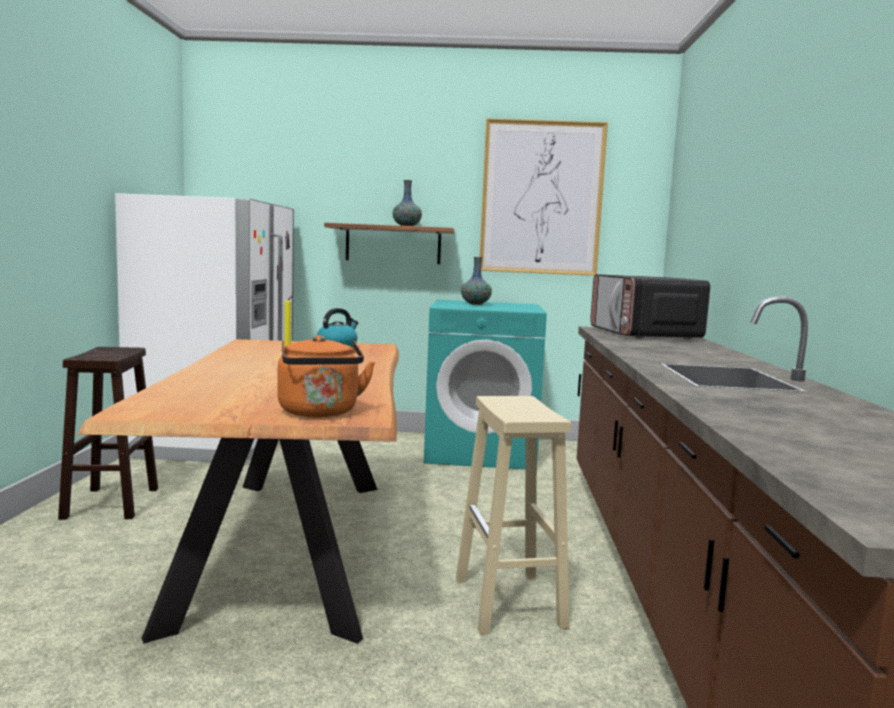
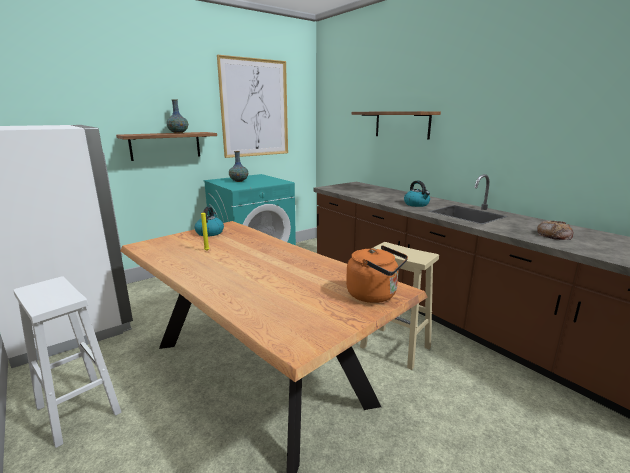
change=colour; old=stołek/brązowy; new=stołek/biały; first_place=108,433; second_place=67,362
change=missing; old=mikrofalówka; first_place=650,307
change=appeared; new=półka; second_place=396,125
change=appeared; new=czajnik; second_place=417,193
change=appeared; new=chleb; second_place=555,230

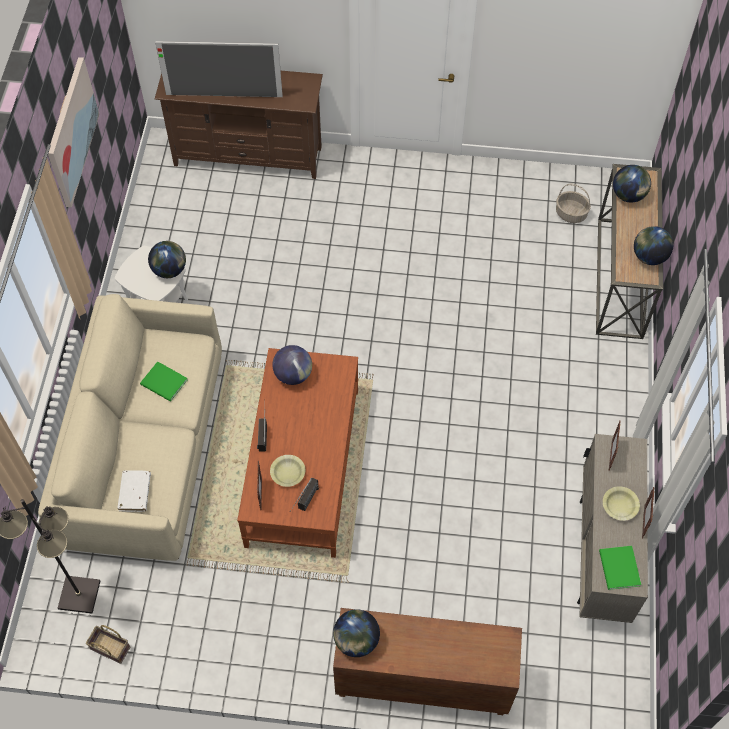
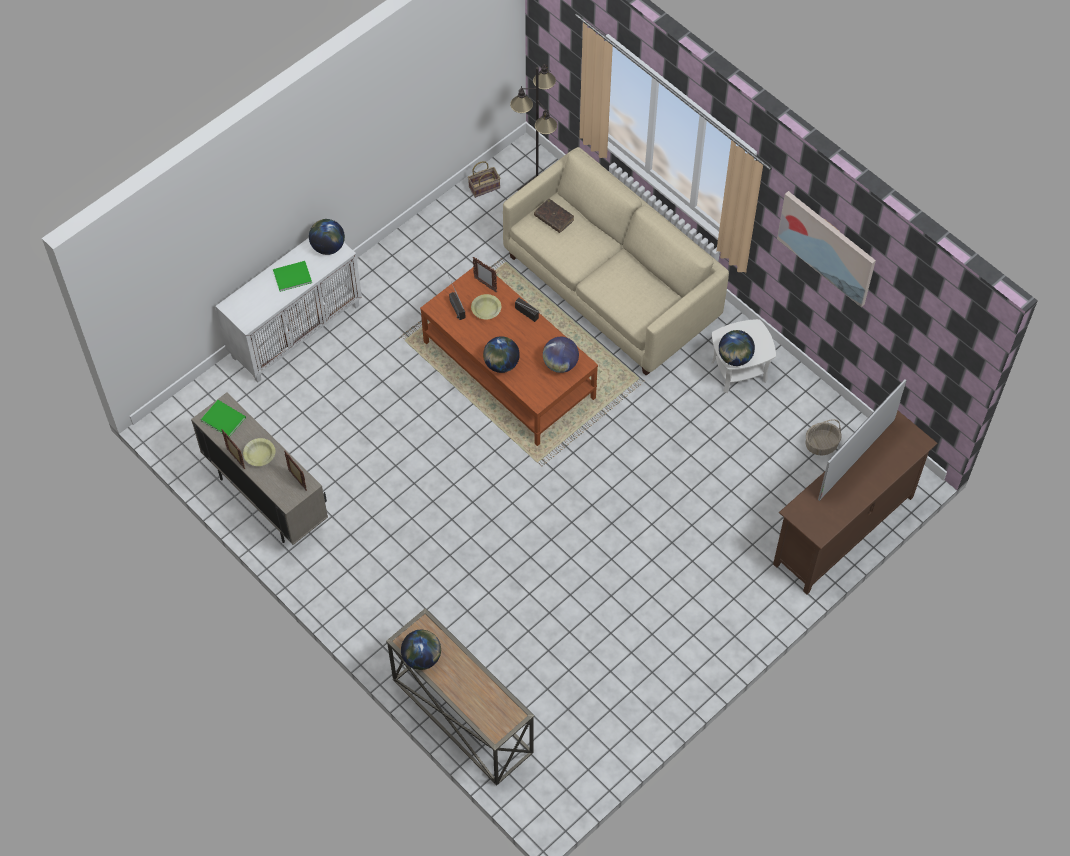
change=colour; old=książka/biały; new=książka/brązowy; first_place=134,491; second_place=554,216
change=relocated; old=książka/zielony; first_place=163,381; second_place=292,276
change=colour; old=szafka/brązowy; new=szafka/biały; first_place=427,661; second_place=289,310
change=relocated; old=koszyk; first_place=573,203; second_place=823,437
change=relocated; old=globus; first_place=632,184; second_place=501,354

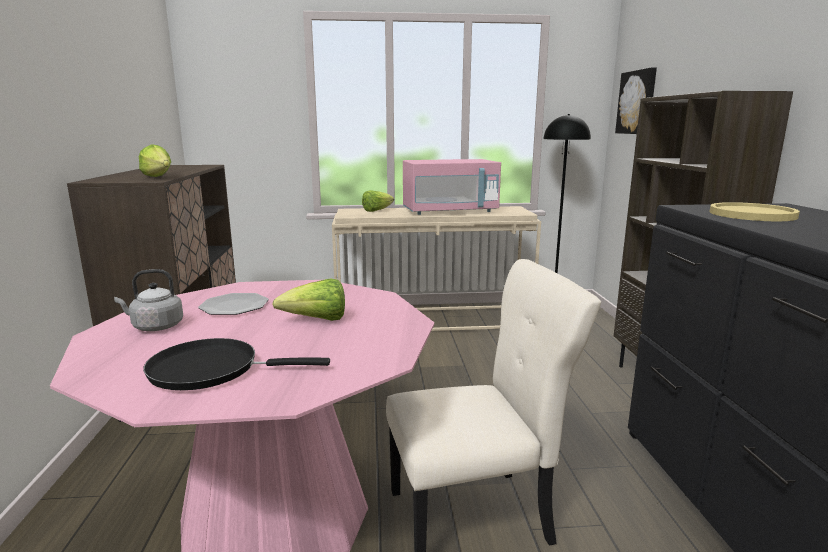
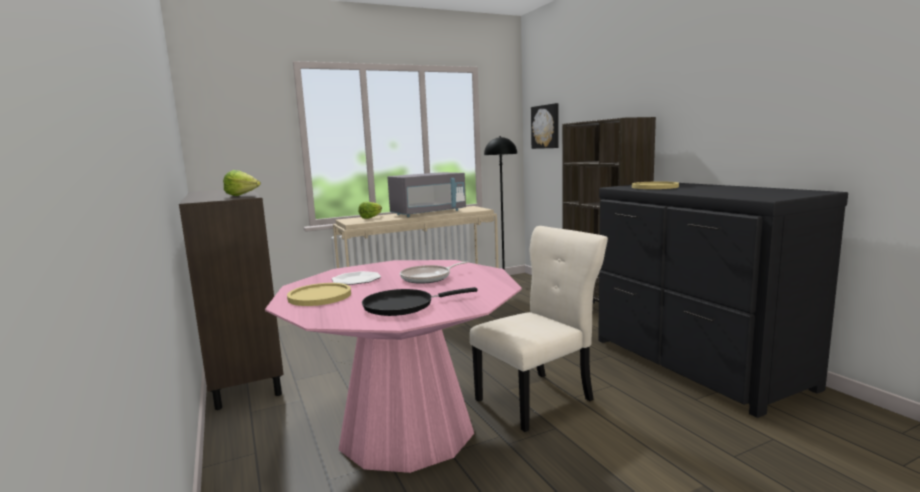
change=exchanged; old=czajnik/szary; new=talerz/żółty; first_place=148,300; second_place=319,294
change=exchanged; old=sałata; new=patelnia; first_place=309,300; second_place=434,272
change=colour; old=mikrofalówka/różowy; new=mikrofalówka/szary; first_place=452,187; second_place=427,194

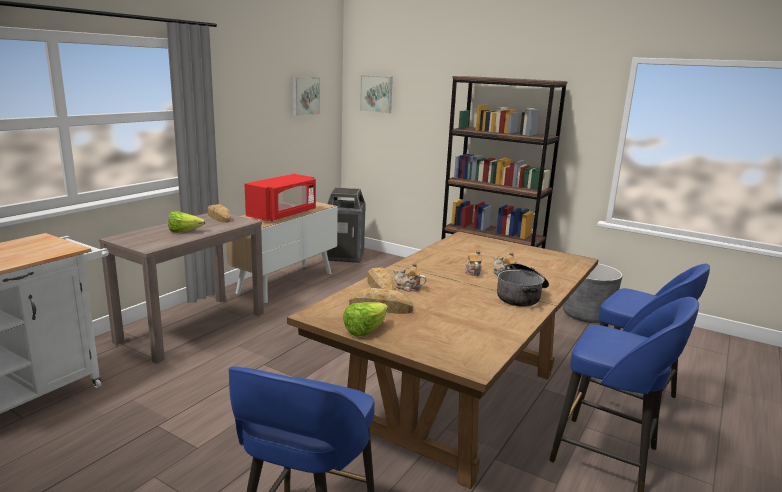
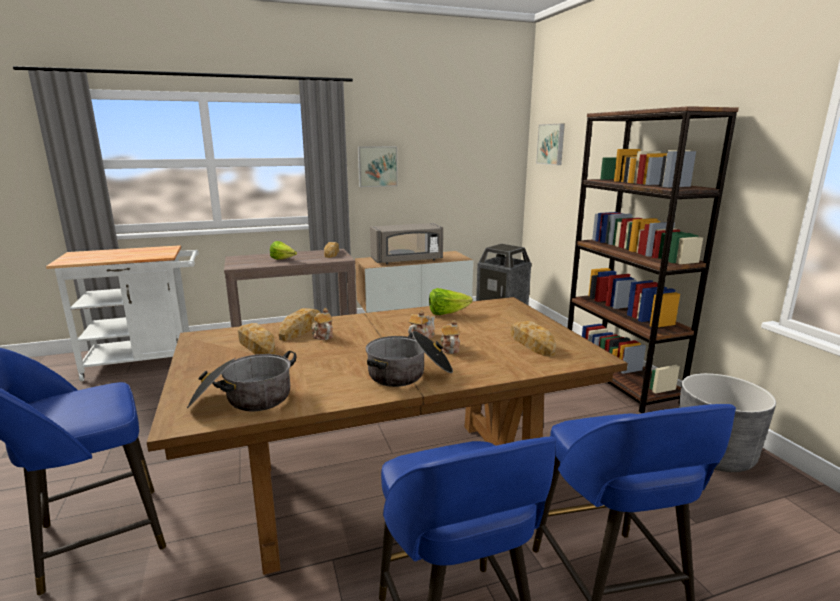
change=colour; old=mikrofalówka/czerwony; new=mikrofalówka/szary; first_place=280,197; second_place=406,243
change=relocated; old=obraz; first_place=306,96; second_place=378,166
change=relocated; old=sałata; first_place=365,319; second_place=451,301
change=appeared; new=garnek; second_place=241,381
change=appeared; new=chleb; second_place=533,339

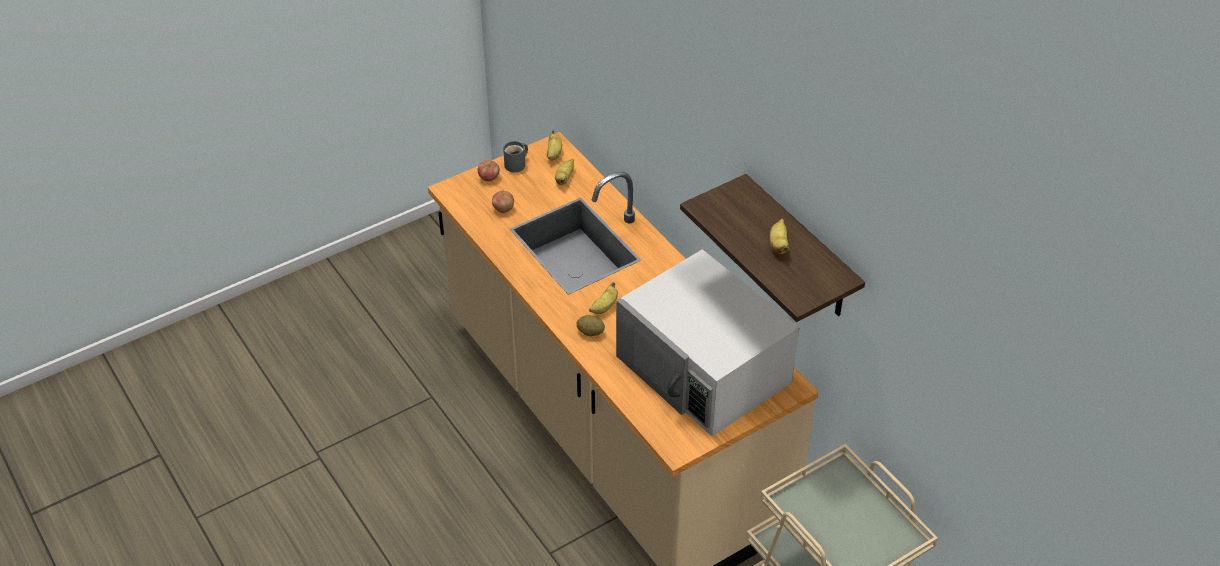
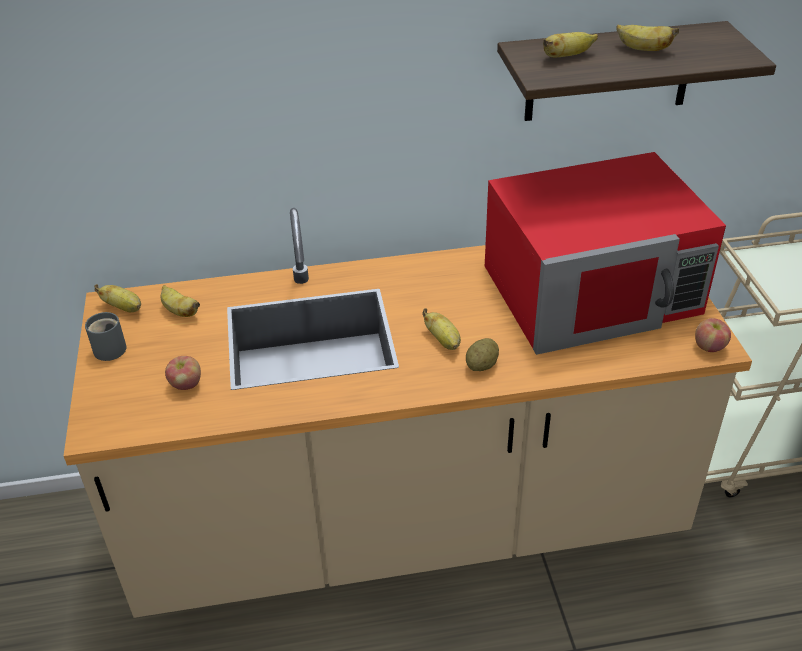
change=relocated; old=jabłko; first_place=489,170; second_place=713,335
change=colour; old=mikrofalówka/biały; new=mikrofalówka/czerwony; first_place=707,343; second_place=605,253
change=appeared; new=banan; second_place=570,44

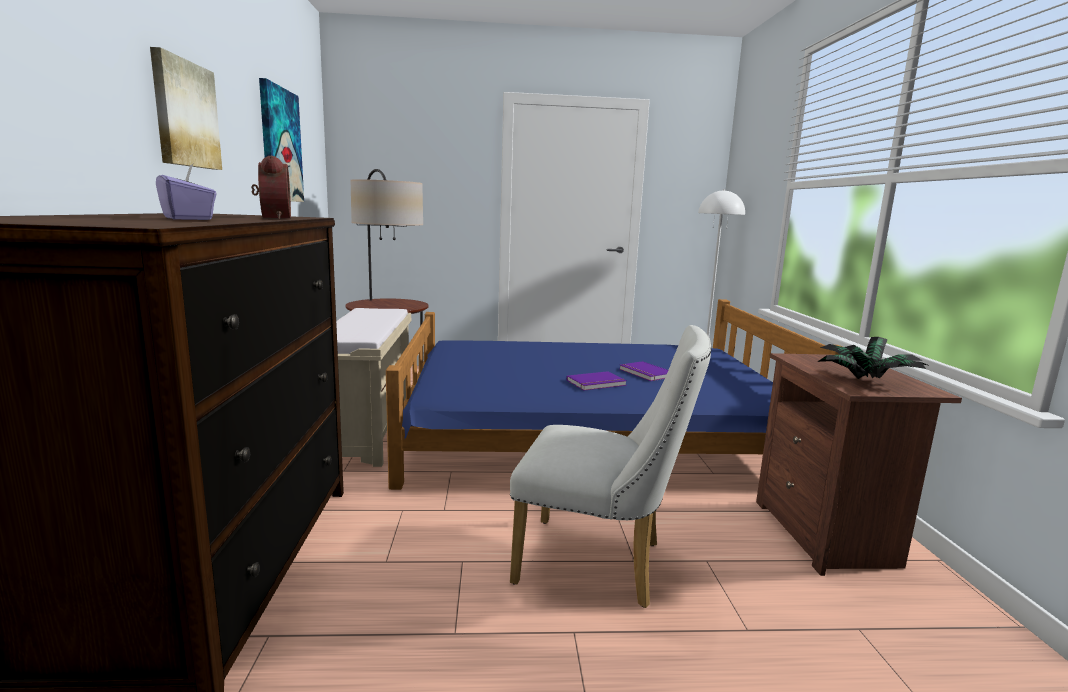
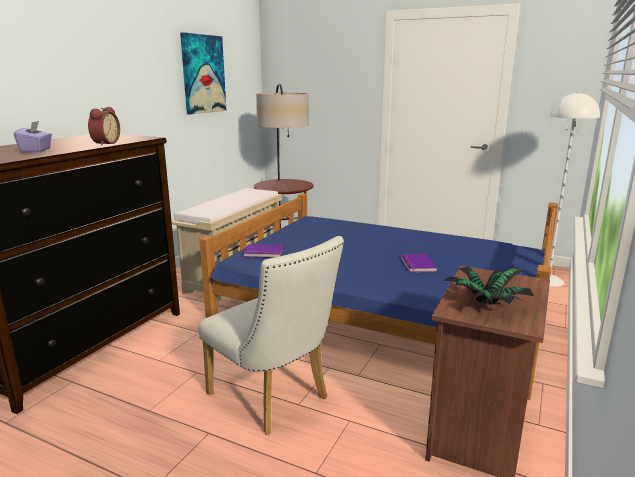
change=missing; old=obraz; first_place=186,108
change=relocated; old=książka/fioletowy; first_place=596,381; second_place=263,251

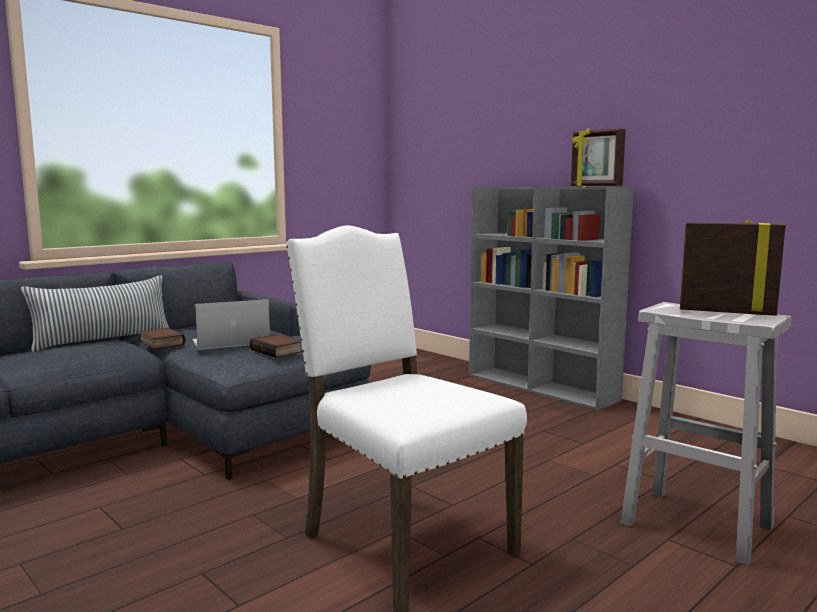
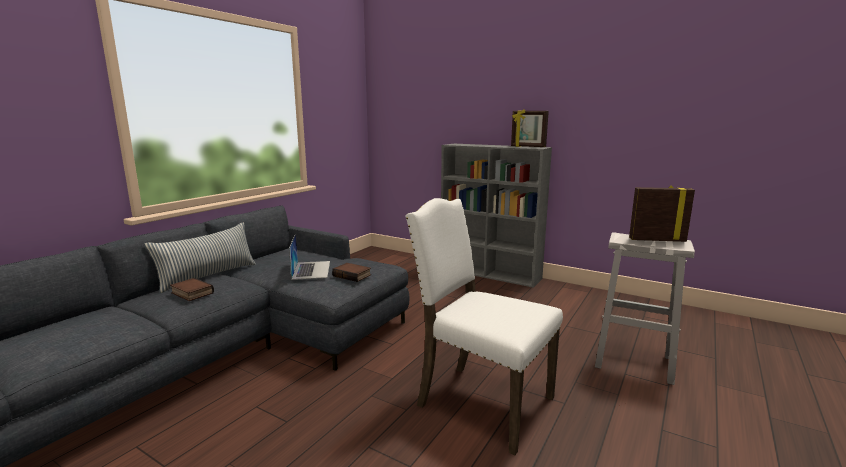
change=relocated; old=książka; first_place=162,338; second_place=192,289
change=spun; old=laptop; first_place=231,324; second_place=309,257; degrees=120

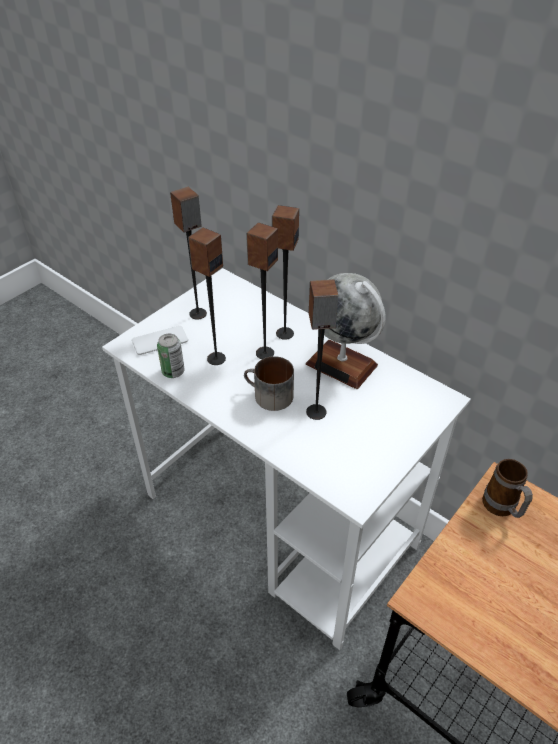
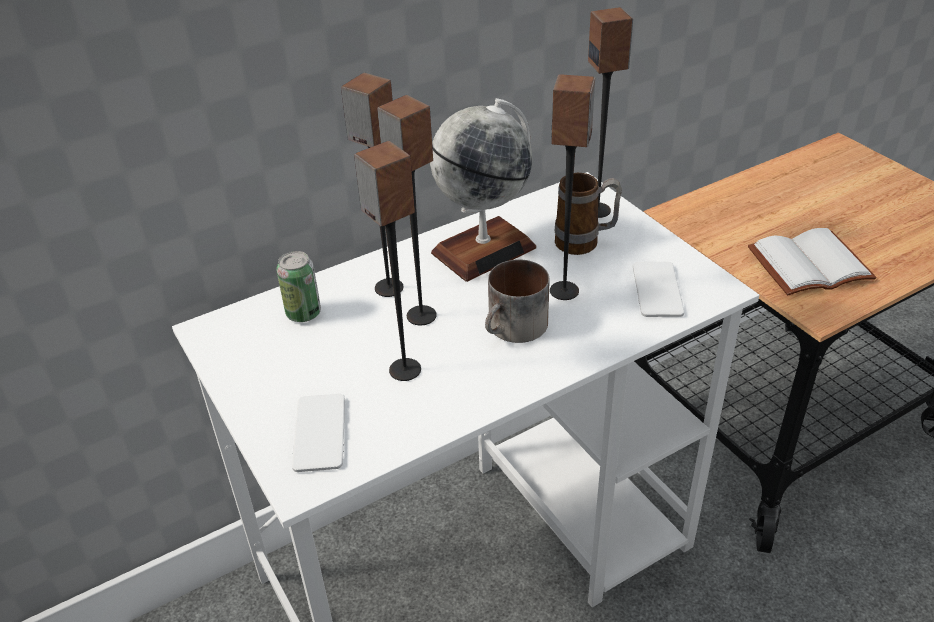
change=relocated; old=puszka; first_place=171,356; second_place=298,286
change=relocated; old=głośnik; first_place=188,253; second_place=610,112
change=relocated; old=kubek; first_place=507,488; second_place=588,214
change=appeared; new=telefon; second_place=659,289
change=appeared; new=książka/biały; second_place=812,261

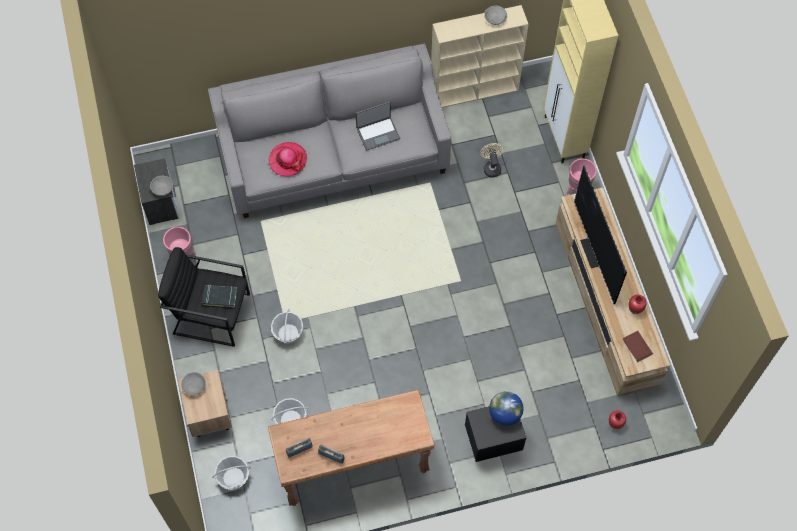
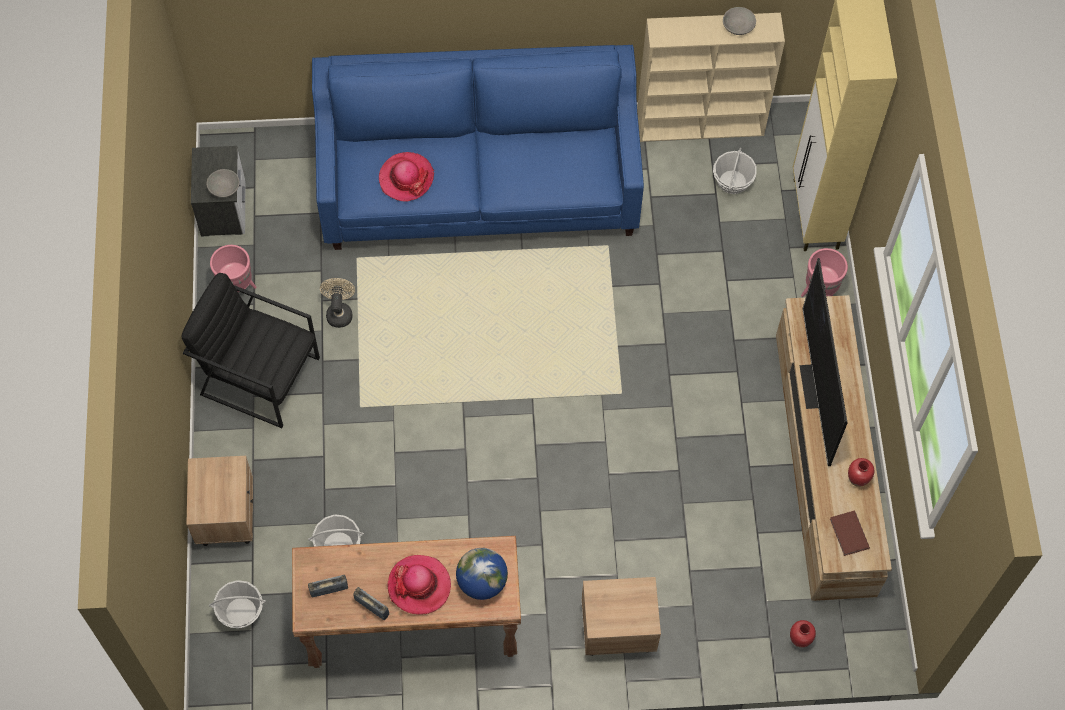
change=missing; old=miska/szary; first_place=193,383
change=missing; old=książka/czarny; first_place=220,296
change=colour; old=kanapa/szary; new=kanapa/niebieski; first_place=329,130; second_place=478,147
change=relocated; old=koszyk; first_place=287,326; second_place=735,171
change=missing; old=laptop; first_place=378,126
change=colour; old=szafka nocna/czarny; new=szafka nocna/beżowy; first_place=495,434; second_place=621,616
change=relocated; old=wentylator/beżowy; first_place=492,160; second_place=337,303
change=relocated; old=globus; first_place=506,408; second_place=482,574
change=appeared; new=kapelusz; second_place=419,585

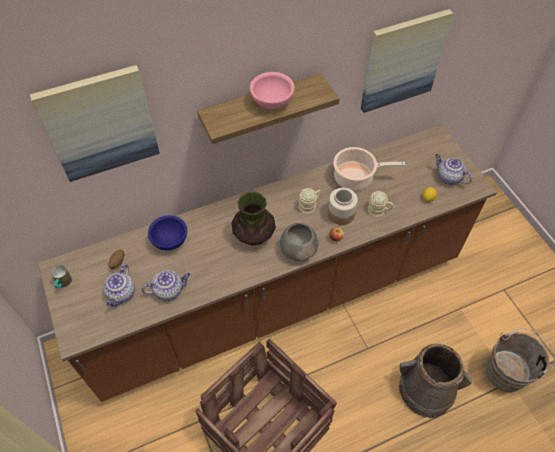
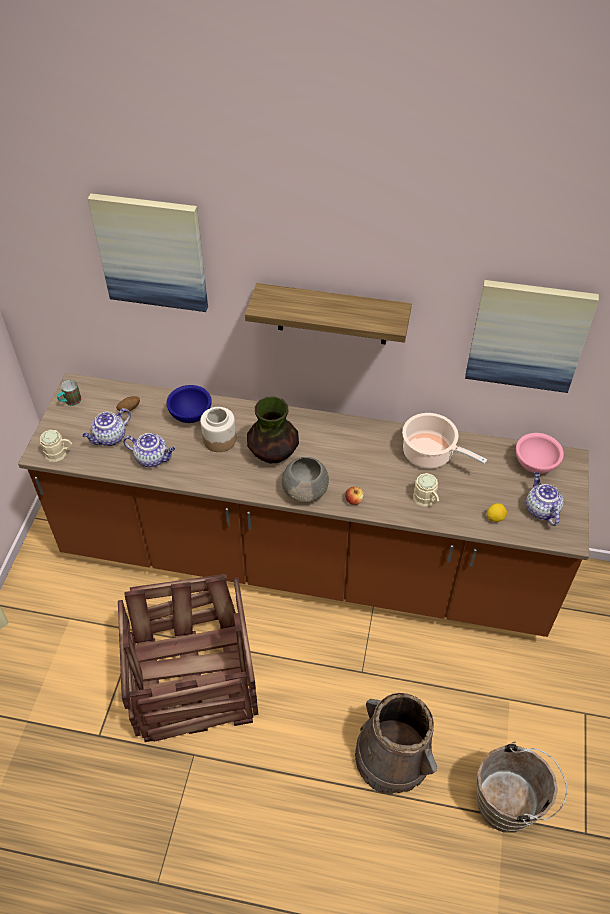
change=relocated; old=miska/różowy; first_place=272,90; second_place=540,453
change=relocated; old=kubek/beżowy; first_place=310,201; second_place=56,446
change=relocated; old=słoik; first_place=343,206; second_place=218,429

